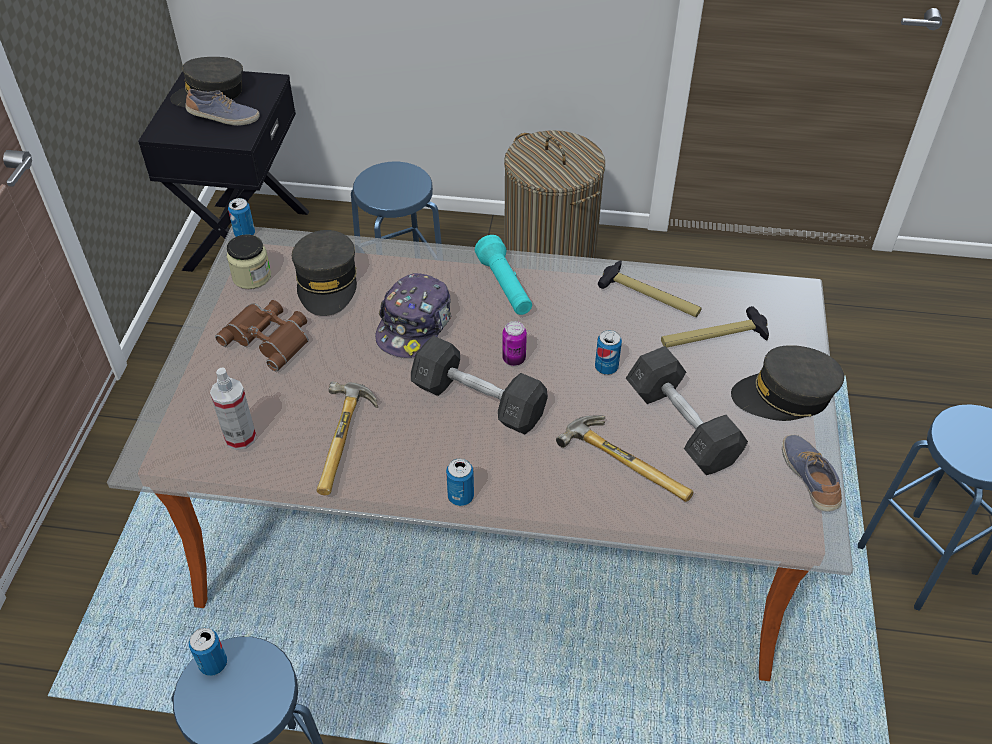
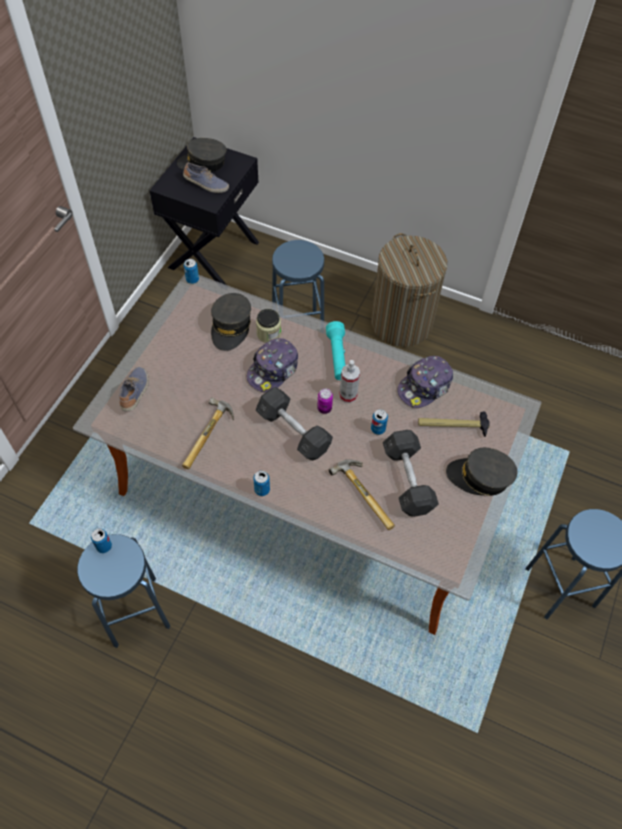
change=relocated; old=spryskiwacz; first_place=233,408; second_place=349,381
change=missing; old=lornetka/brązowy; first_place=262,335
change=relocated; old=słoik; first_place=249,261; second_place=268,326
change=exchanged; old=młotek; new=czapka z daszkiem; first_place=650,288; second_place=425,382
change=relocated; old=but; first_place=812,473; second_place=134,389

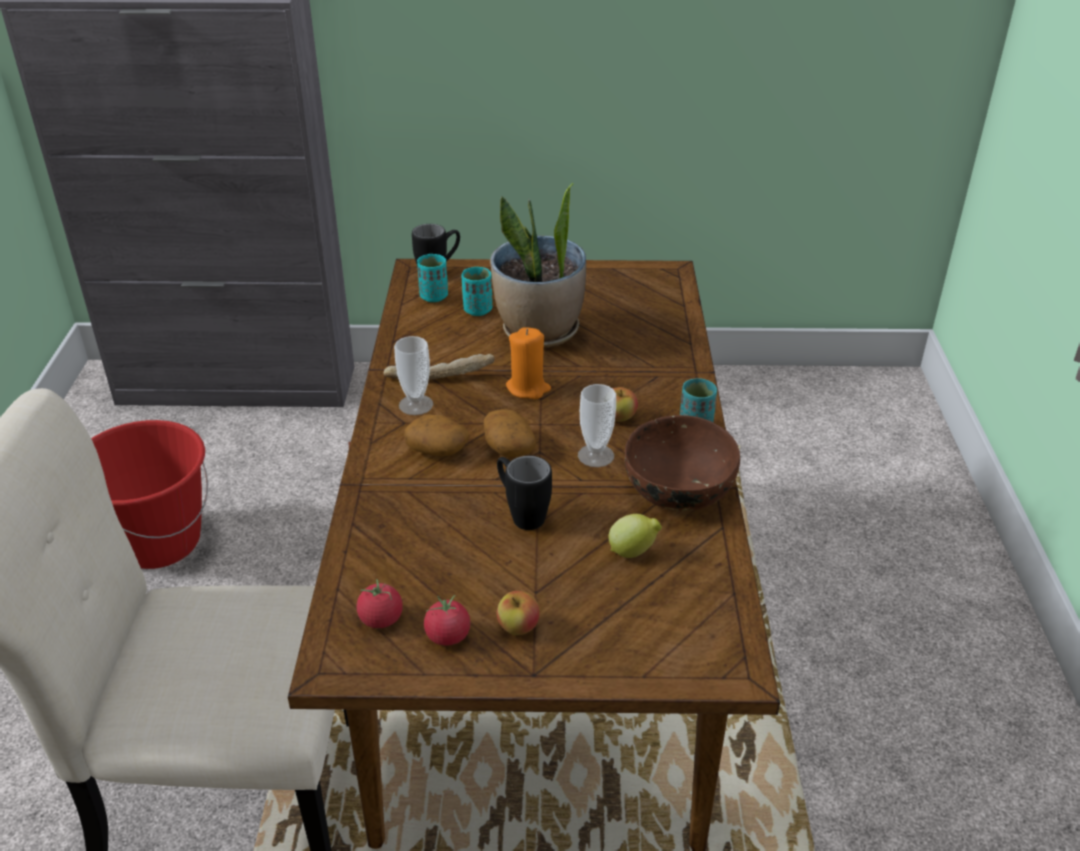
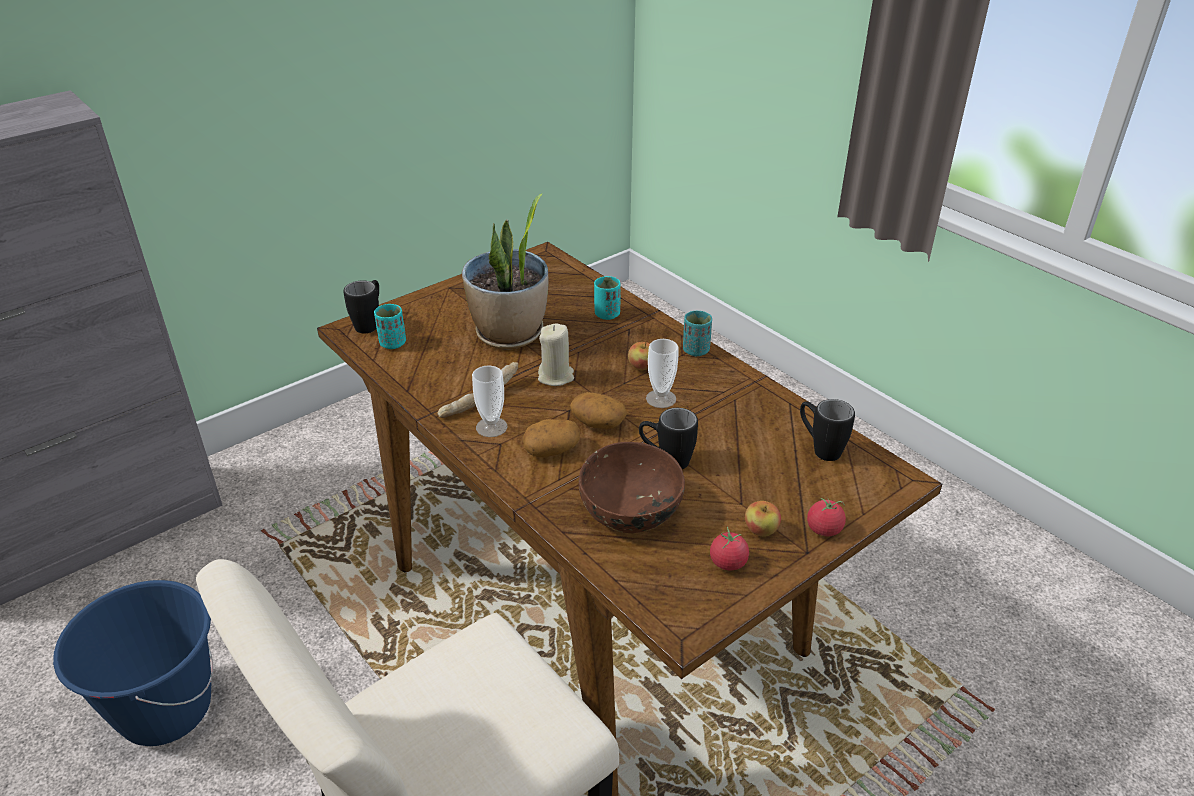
change=colour; old=wiadro/czerwony; new=wiadro/niebieski; first_place=149,494; second_place=133,663
change=relocated; old=pomidor; first_place=380,603; second_place=826,517
change=relocated; old=filiżanka/turkusowy; first_place=476,291; second_place=607,298
change=colour; old=świeca/pomarańczowy; new=świeca/beżowy; first_place=528,363; second_place=556,355
change=missing; old=cytryna; first_place=635,536
change=relocated; old=miska/brązowy; first_place=682,463; second_place=632,487
change=appeared; new=kubek/czarny; second_place=827,430

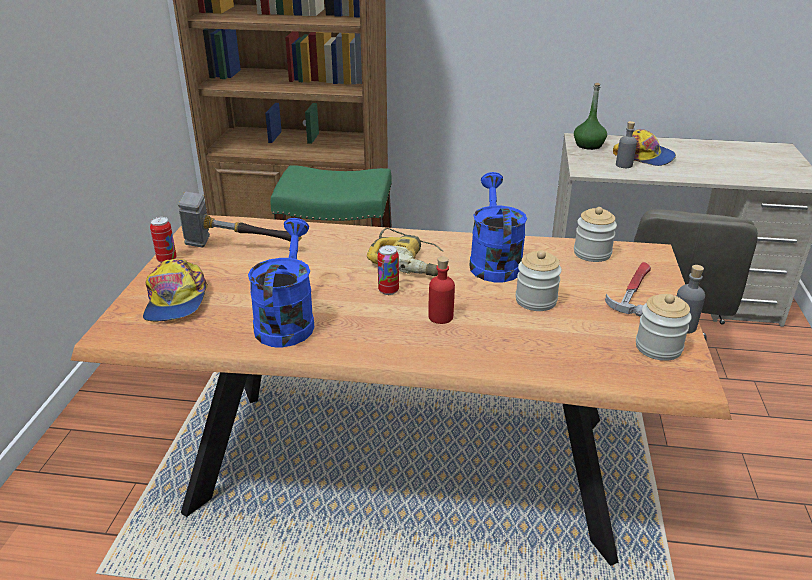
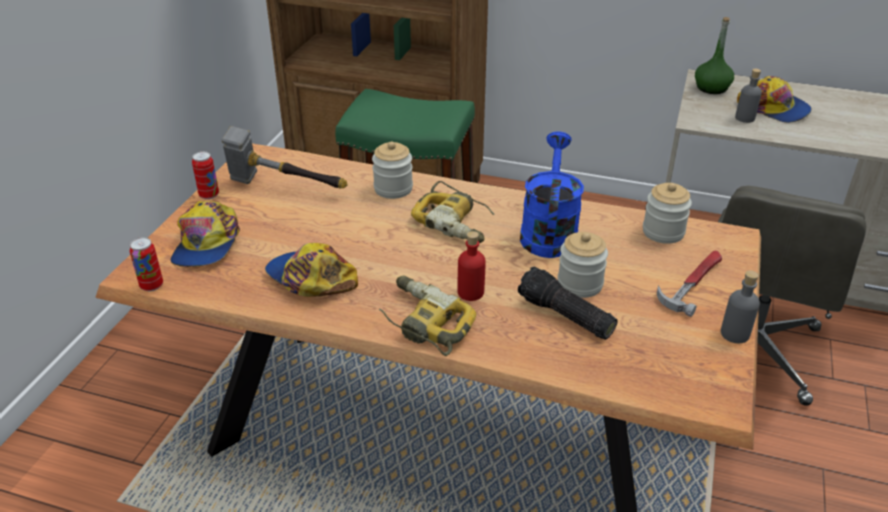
change=exchanged; old=konewka/niebieski; new=czapka z daszkiem; first_place=281,282; second_place=311,270
change=relocated; old=puszka; first_place=388,270; second_place=146,264
change=relocated; old=słoik; first_place=664,327; second_place=392,170
change=appeared; new=wiertarka; second_place=427,316
change=appeared; new=latarka; second_place=568,303

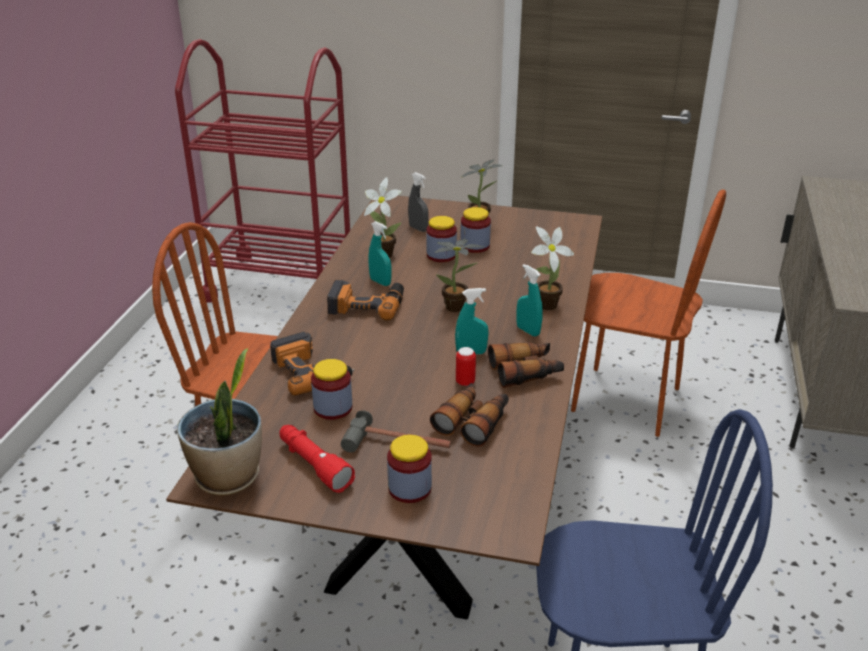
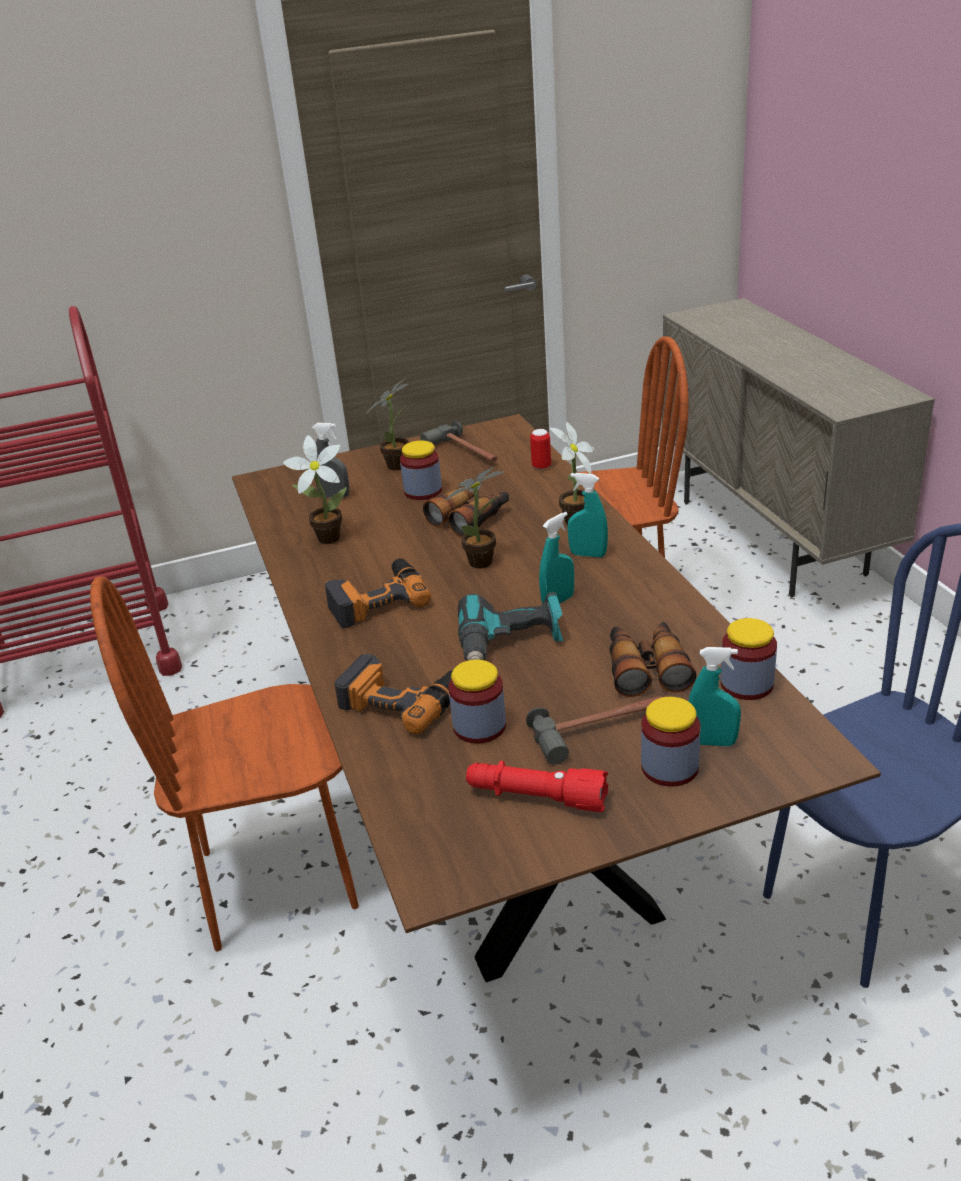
change=missing; old=roślina doniczkowa; first_place=219,422
change=relocated; old=spryskiwacz/turkusowy; first_place=380,253; second_place=714,696
change=relocated; old=słoik; first_place=441,239; second_place=748,659
change=relocated; old=puszka; first_place=466,366; second_place=540,449
change=relocated; old=lornetka; first_place=526,365; second_place=466,511
change=appeared; new=młotek; second_place=458,441
change=appeared; new=wiertarka; second_place=511,626

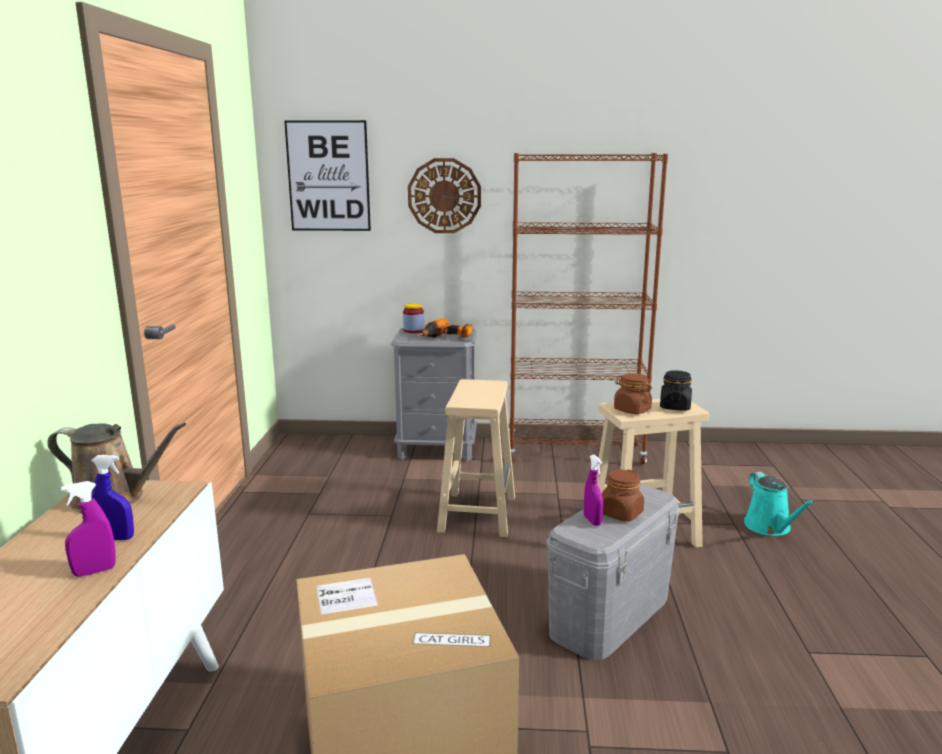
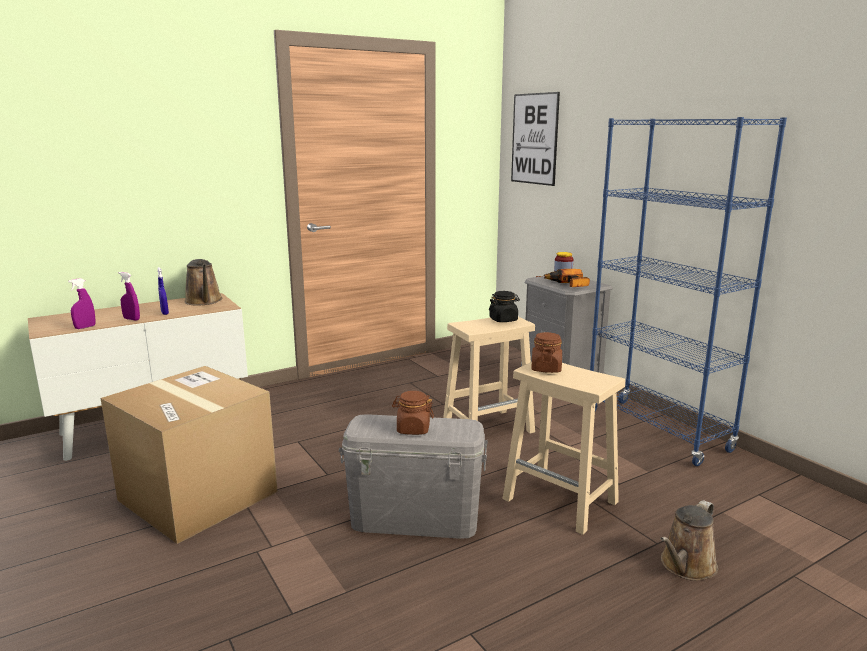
change=missing; old=zegar ścienny; first_place=444,195
change=colour; old=regał/brązowy; new=regał/niebieski; first_place=588,309; second_place=688,291
change=relocated; old=spryskiwacz/fioletowy; first_place=593,490; second_place=81,303
change=relocated; old=słoik/czarny; first_place=676,390; second_place=504,306
change=colour; old=konewka/turkusowy; new=konewka/brązowy; first_place=780,504; second_place=689,540

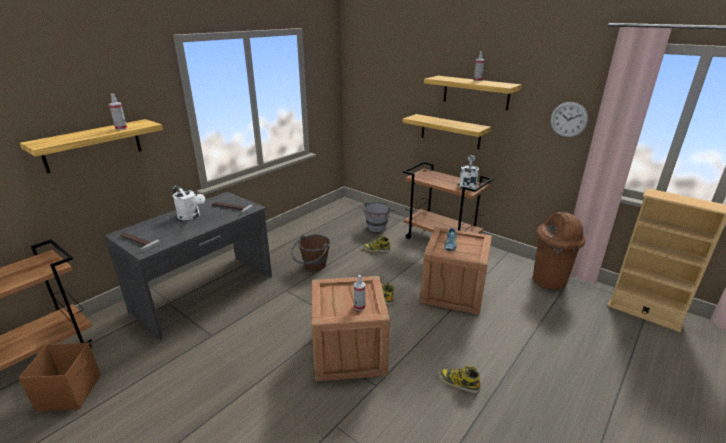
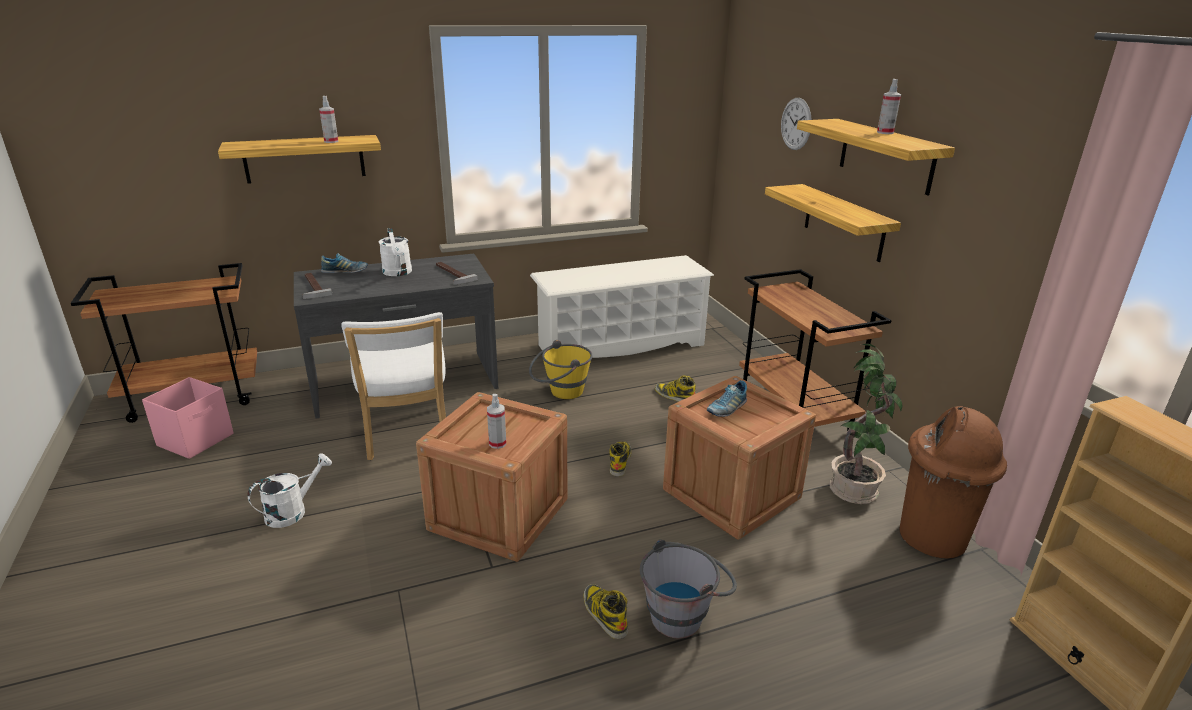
change=colour; old=pojemnik do przechowywania/brązowy; new=pojemnik do przechowywania/różowy; first_place=60,377; second_place=187,418
change=colour; old=wiadro/brązowy; new=wiadro/żółty; first_place=311,252; second_place=561,369
change=relocated; old=wiadro/szary; first_place=379,217; second_place=688,589
change=relocated; old=konewka/biały; first_place=469,172; second_place=290,490
change=relocated; old=zegar ścienny; first_place=569,119; second_place=796,124
change=appeared; new=but; second_place=344,263
change=appeared; new=krzesło/biały; second_place=393,386
change=appeared; new=regał na buty/biały; second_place=622,306
change=appeared; new=roślina doniczkowa; second_place=865,424

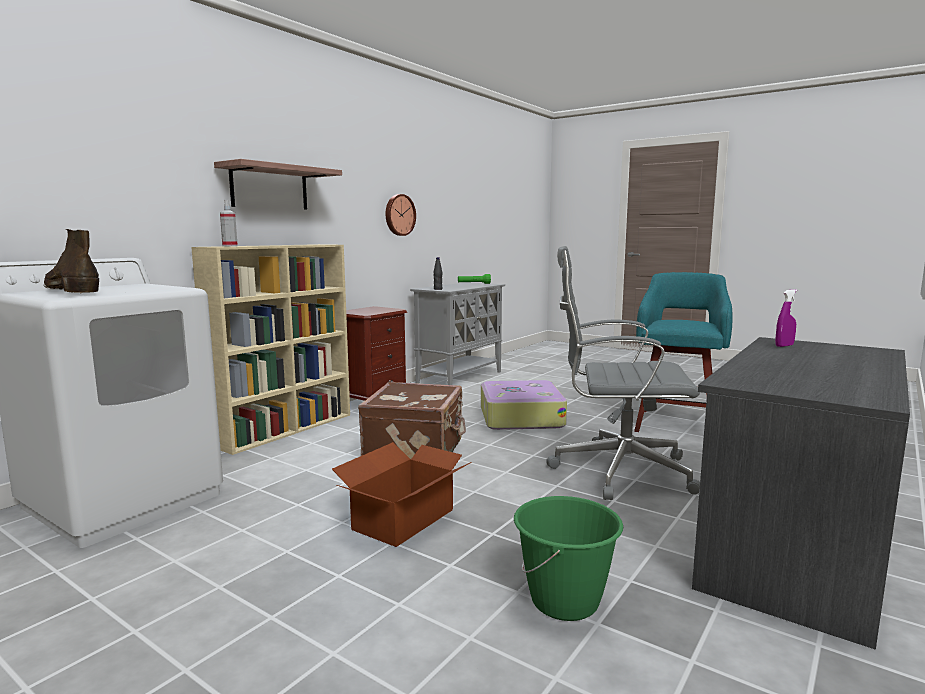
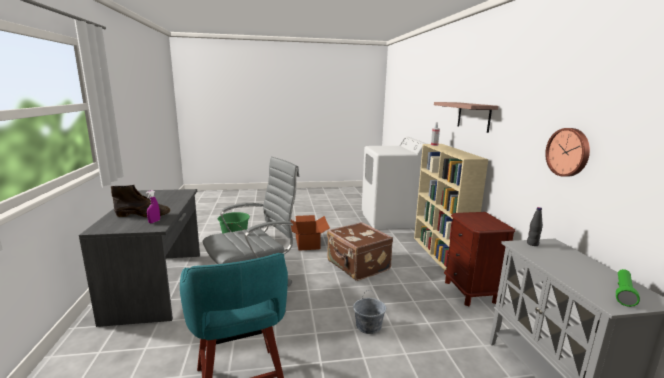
change=relocated; old=but z cholewką/brązowy; first_place=71,261; second_place=140,201
change=exchanged; old=walizka; new=wiadro/szary; first_place=524,405; second_place=369,312

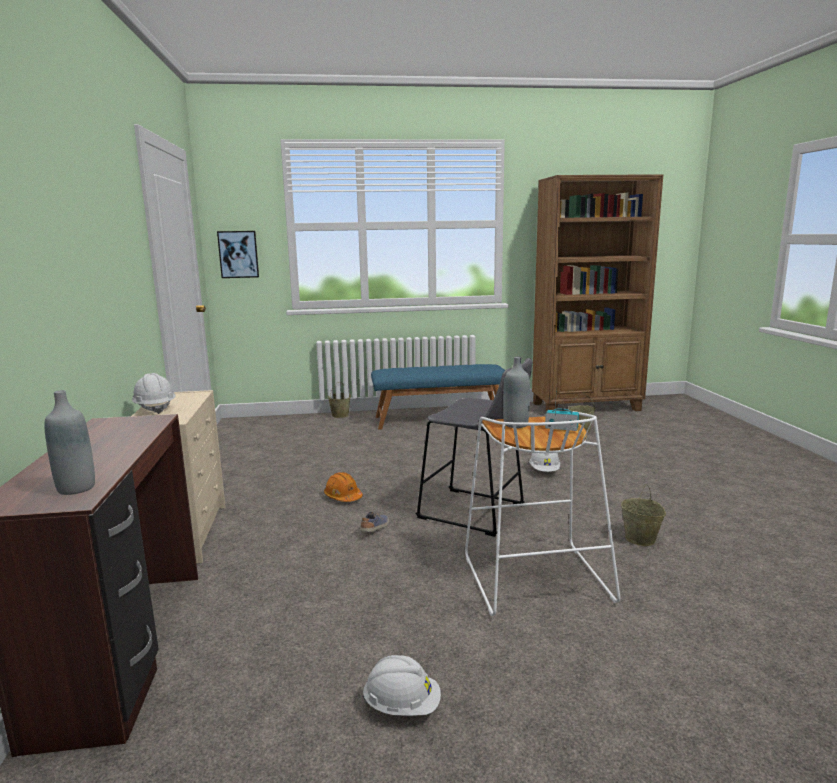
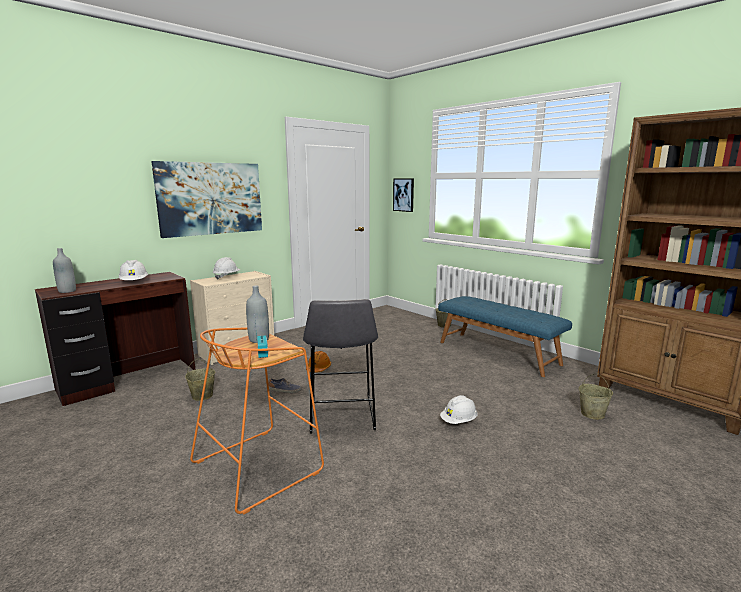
change=relocated; old=kask/biały; first_place=401,685; second_place=133,270
change=colour; old=stołek/biały; new=stołek/pomarańczowy; first_place=542,513; second_place=257,421
change=relocated; old=wiadro/beżowy; first_place=643,515; second_place=200,379
change=appeared; new=obraz; second_place=206,199

